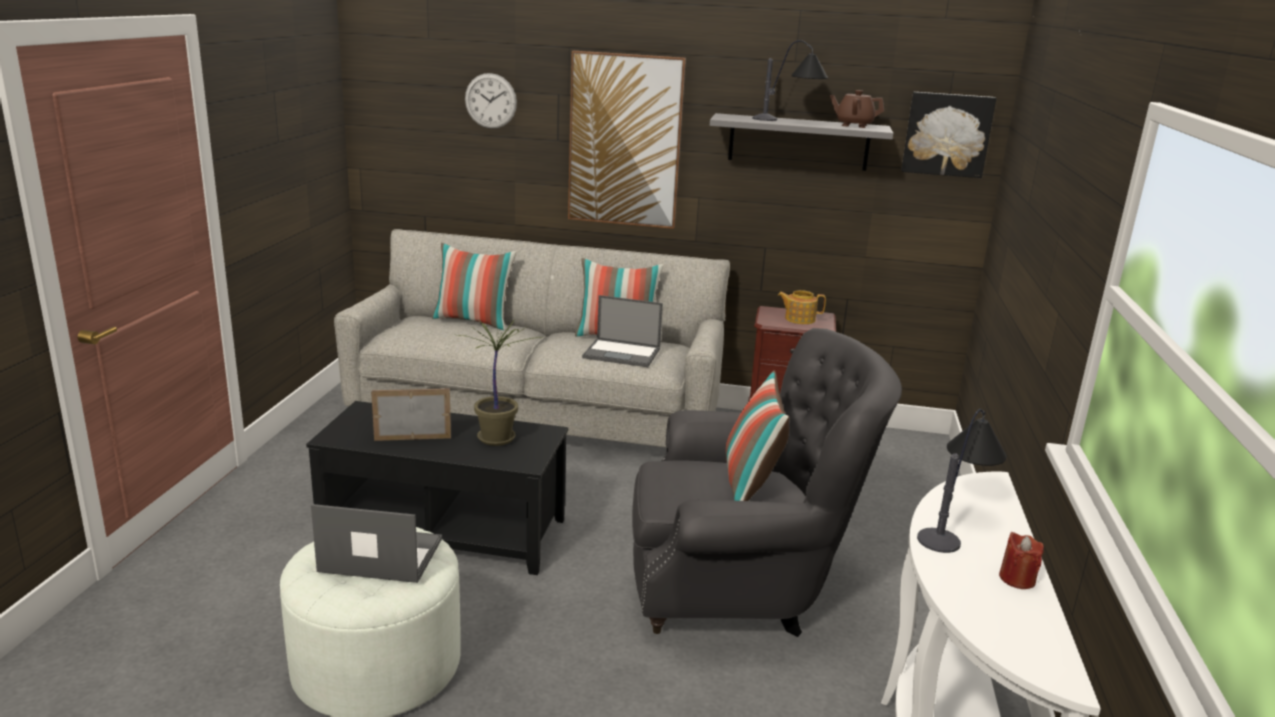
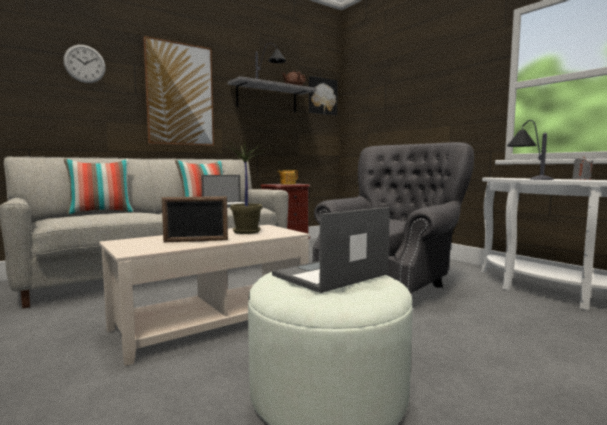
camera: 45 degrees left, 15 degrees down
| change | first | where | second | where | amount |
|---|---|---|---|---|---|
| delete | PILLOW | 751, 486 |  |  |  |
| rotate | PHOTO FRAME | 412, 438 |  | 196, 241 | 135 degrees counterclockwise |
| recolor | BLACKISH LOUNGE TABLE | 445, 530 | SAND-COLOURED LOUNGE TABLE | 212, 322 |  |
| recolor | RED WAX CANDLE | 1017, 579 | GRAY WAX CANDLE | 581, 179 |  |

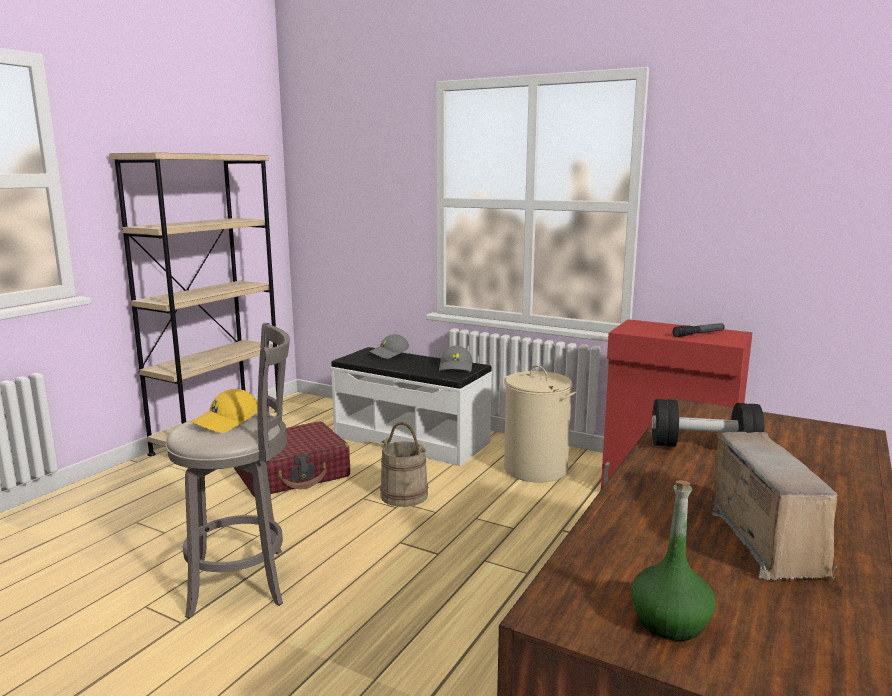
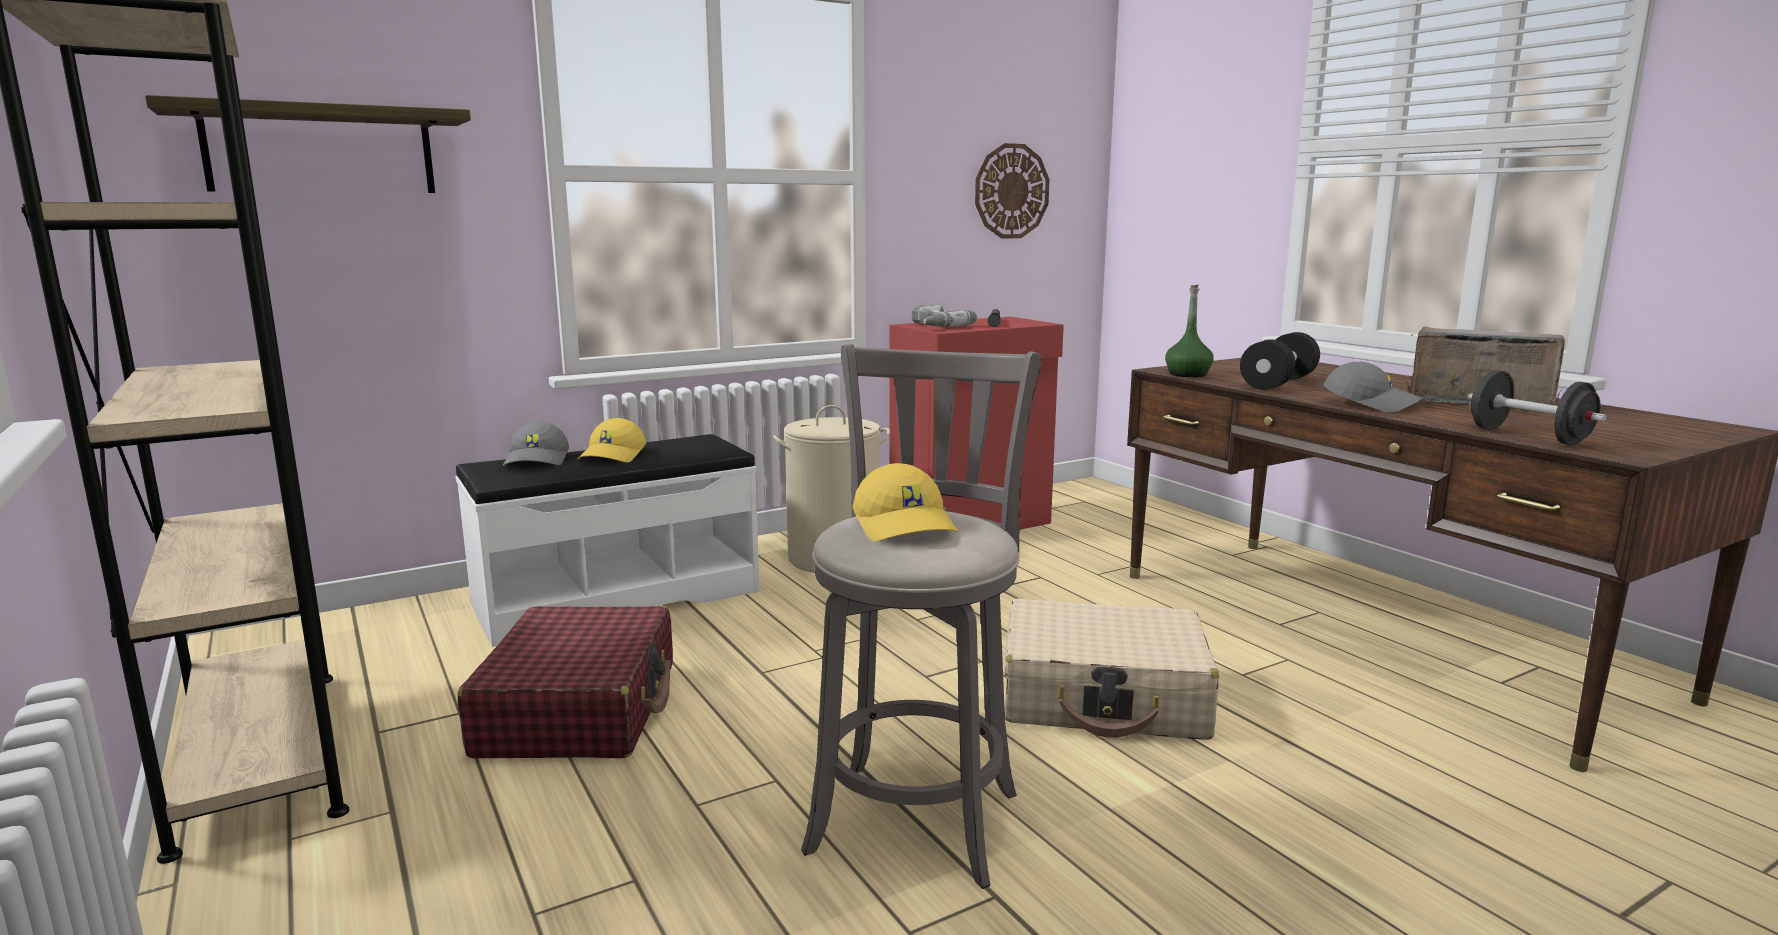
camera: 60 degrees left, 0 degrees up
| change | first | where | second | where | amount |
|---|---|---|---|---|---|
| move | GRAY PEAKED CAP | 456, 367 |  | 1371, 404 |  |
| delete | SAND-COLOURED PAIL | 404, 495 |  |  |  |
| move | GREEN-COLOURED BOTTLE | 669, 622 |  | 1187, 374 |  |
| insert |  |  | WALL SHELF | 321, 151 |  |
| insert |  |  | WALL CLOCK | 1011, 191 |  |
| insert |  |  | ELECTRIC DRILL | 933, 325 |  |
| insert |  |  | BLACKISH HAND WEIGHT | 1528, 436 |  |
| insert |  |  | YELLOW-COLOURED PEAKED CAP | 614, 456 |  |
| insert |  |  | SAND-COLOURED PIECE OF LUGGAGE | 1104, 697 |  |

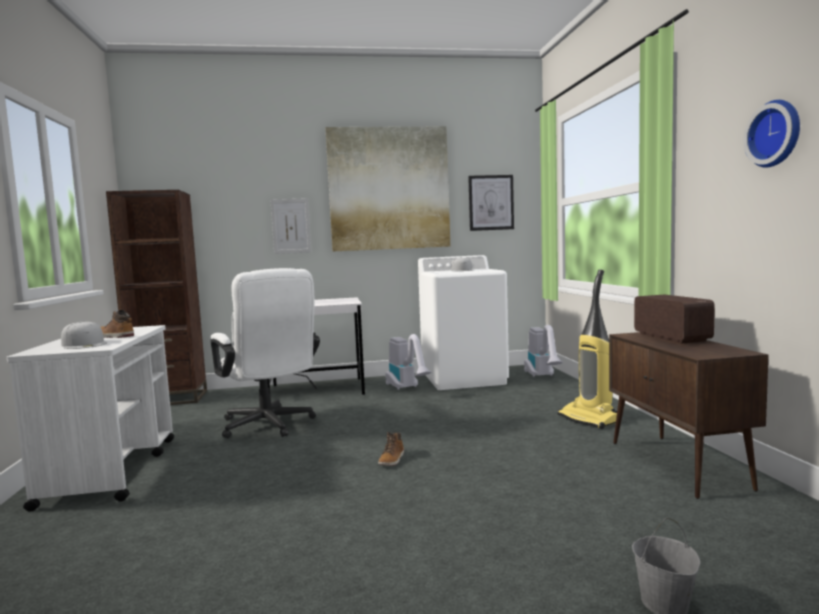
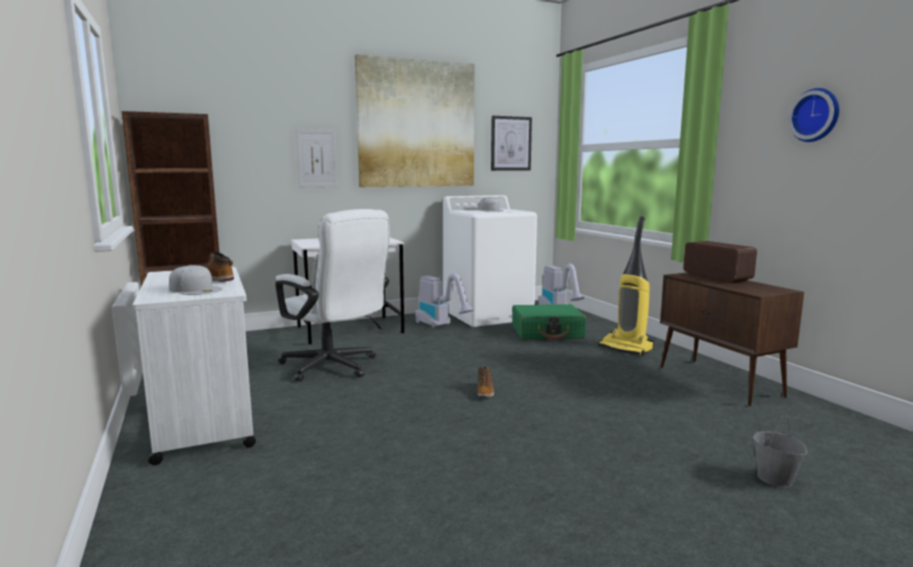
camera: 15 degrees left, 5 degrees up
| change | first | where | second | where | amount |
|---|---|---|---|---|---|
| insert |  |  | GREEN-COLOURED PIECE OF LUGGAGE | 547, 332 |  |

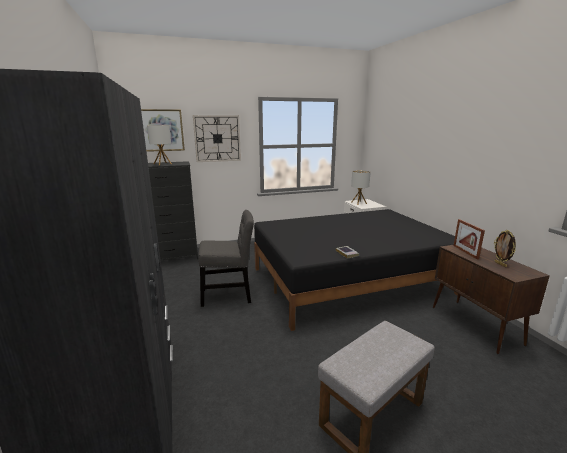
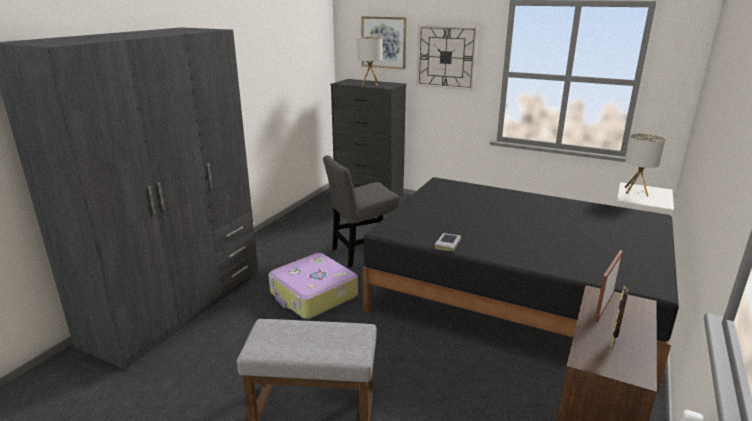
camera: 45 degrees right, 5 degrees up
| change | first | where | second | where | amount |
|---|---|---|---|---|---|
| rotate | GRAY PLAIN CHAIR | 229, 295 |  | 362, 252 | 120 degrees clockwise |
| insert |  |  | PIECE OF LUGGAGE | 313, 295 |  |

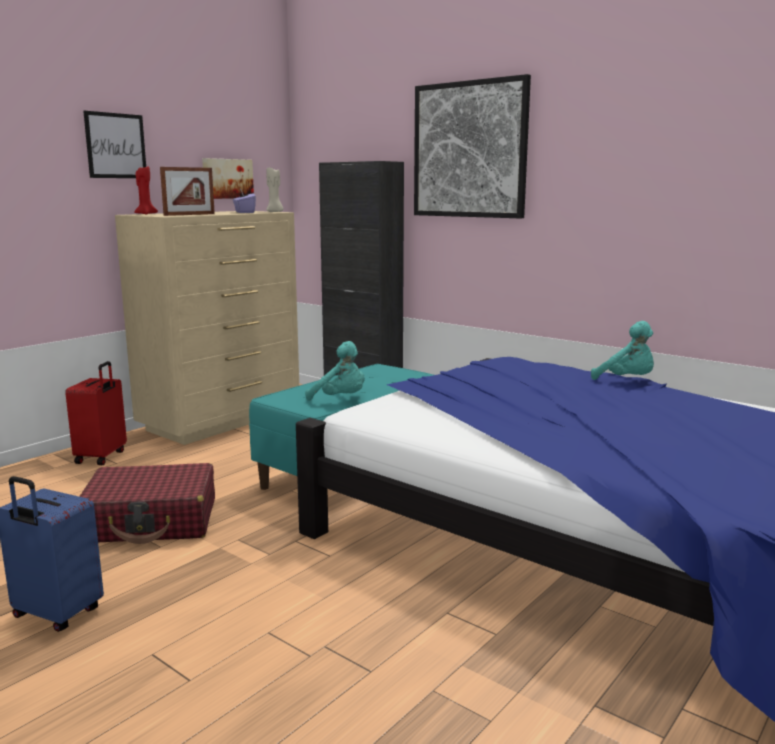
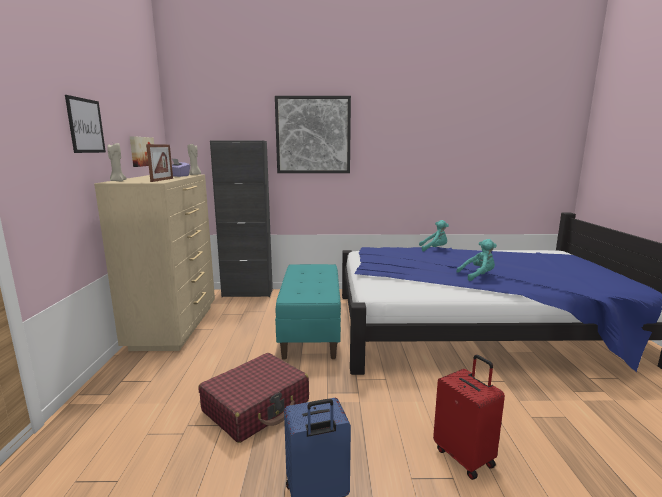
camera: 40 degrees left, 0 degrees up
| change | first | where | second | where | amount |
|---|---|---|---|---|---|
| recolor | RED WAX CANDLE | 145, 214 | SAND-COLOURED WAX CANDLE | 117, 181 |  |
| move | BLUE-GREEN CUDDLY TOY | 340, 399 |  | 478, 276 |  |
| move | RED PIECE OF LUGGAGE | 102, 457 |  | 465, 456 |  |

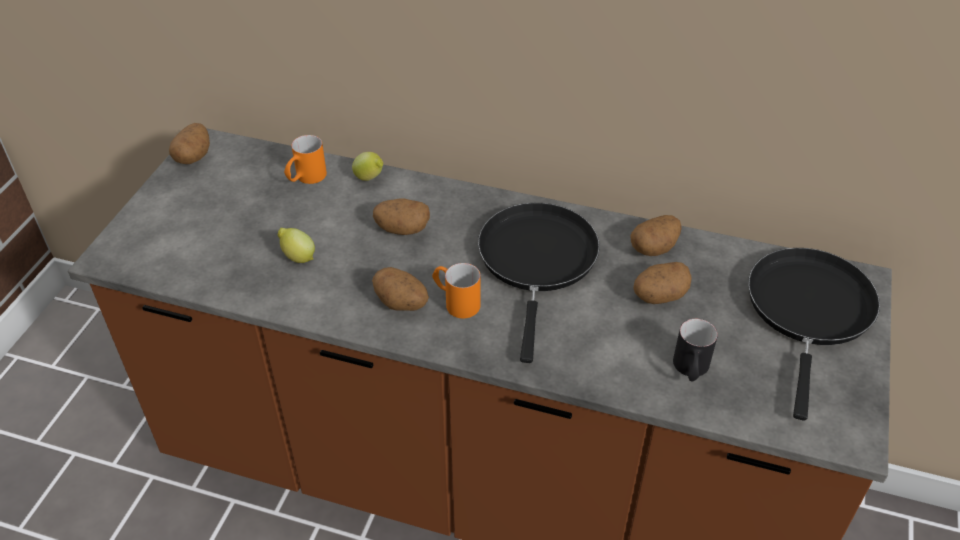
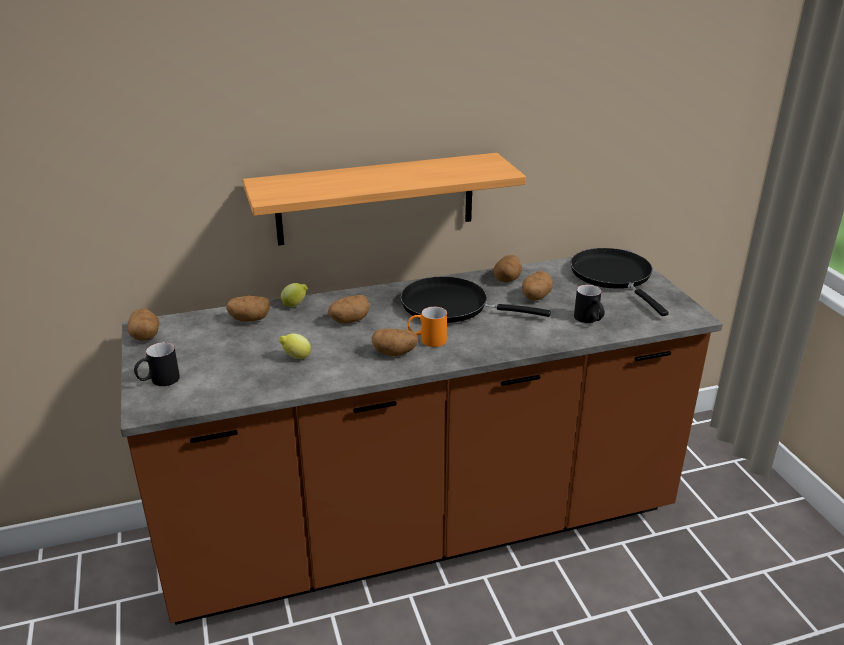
camera: 35 degrees left, 15 degrees down
| change | first | where | second | where | amount |
|---|---|---|---|---|---|
| replace | ORANGE-COLOURED COFFEE MUG | 306, 179 | WHOLE POTATO | 249, 319 |  |
| rotate | BLACKISH SKILLET | 537, 261 |  | 451, 306 | 45 degrees counterclockwise |
| insert |  |  | WALL SHELF | 376, 199 |  |
| insert |  |  | BLACKISH COFFEE MUG | 158, 381 |  |

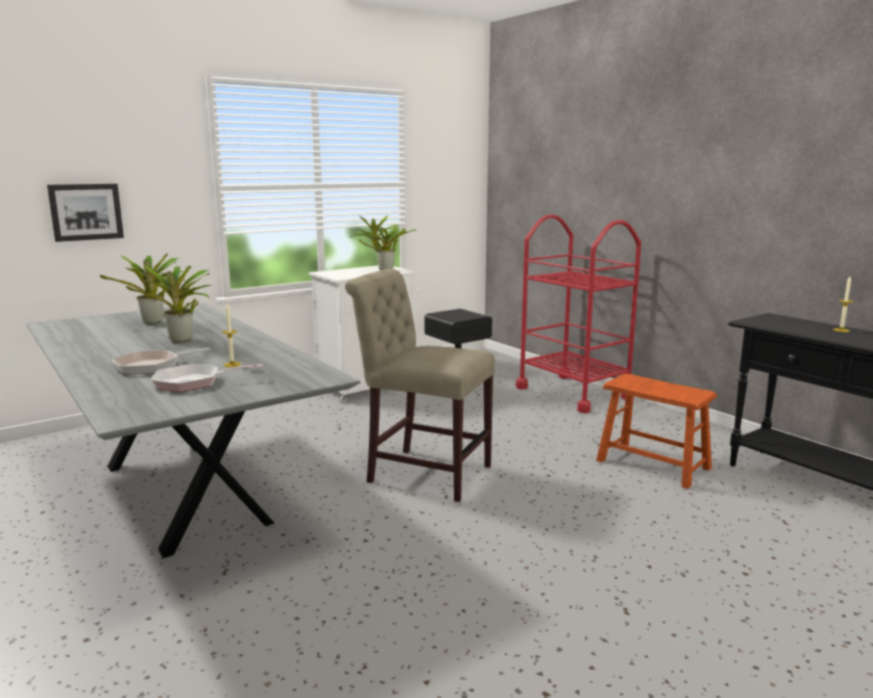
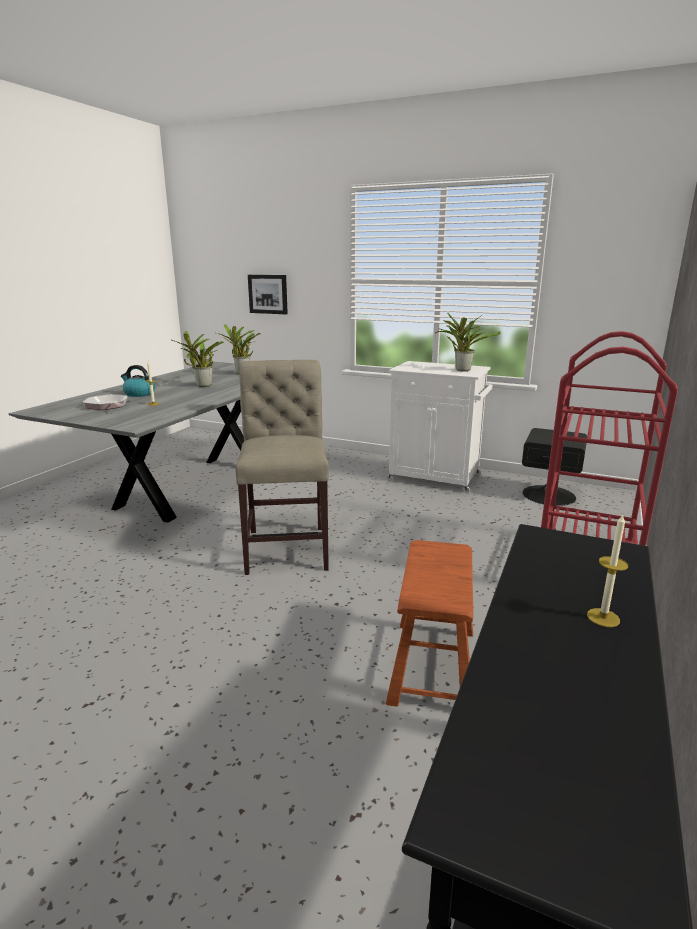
camera: 60 degrees right, 5 degrees up
| change | first | where | second | where | amount |
|---|---|---|---|---|---|
| replace | SKILLET | 152, 366 | KETTLE | 139, 394 |  |

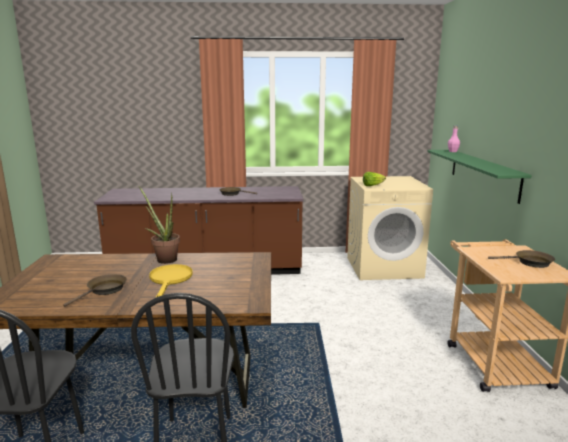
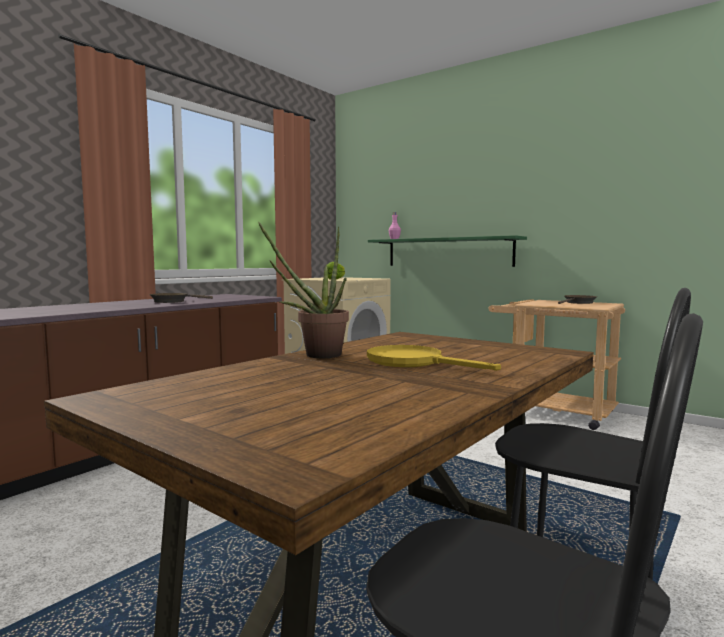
camera: 50 degrees left, 10 degrees down
| change | first | where | second | where | amount |
|---|---|---|---|---|---|
| delete | BROWN-COLOURED SKILLET | 104, 290 |  |  |  |

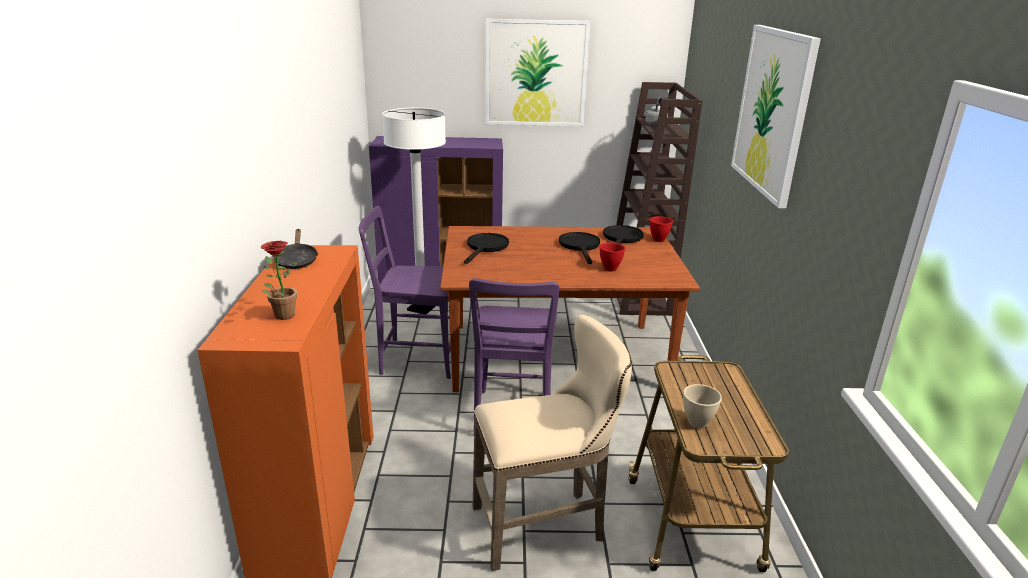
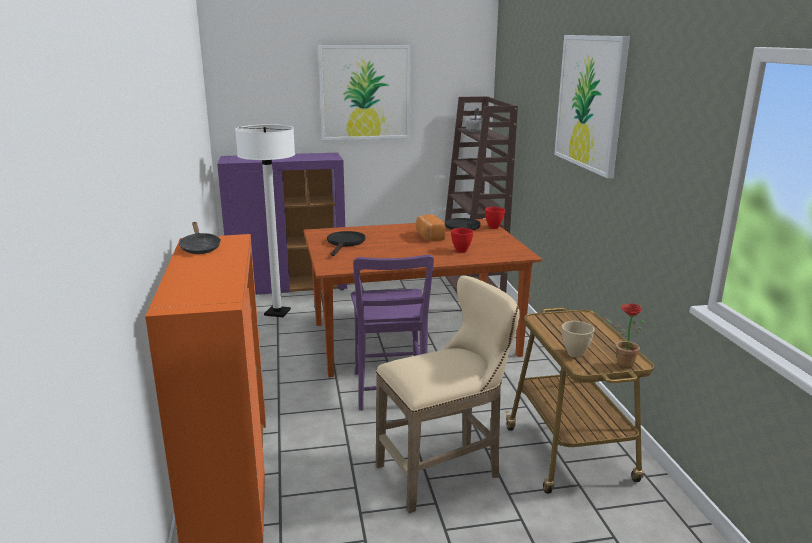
camera: 10 degrees left, 5 degrees down
| change | first | where | second | where | amount |
|---|---|---|---|---|---|
| delete | PURPLE PLAIN CHAIR | 415, 359 |  |  |  |
| replace | BLACKISH SKILLET | 580, 247 | BREAD | 429, 237 |  |
| move | PLANT IN A POT | 282, 314 |  | 621, 363 |  |

